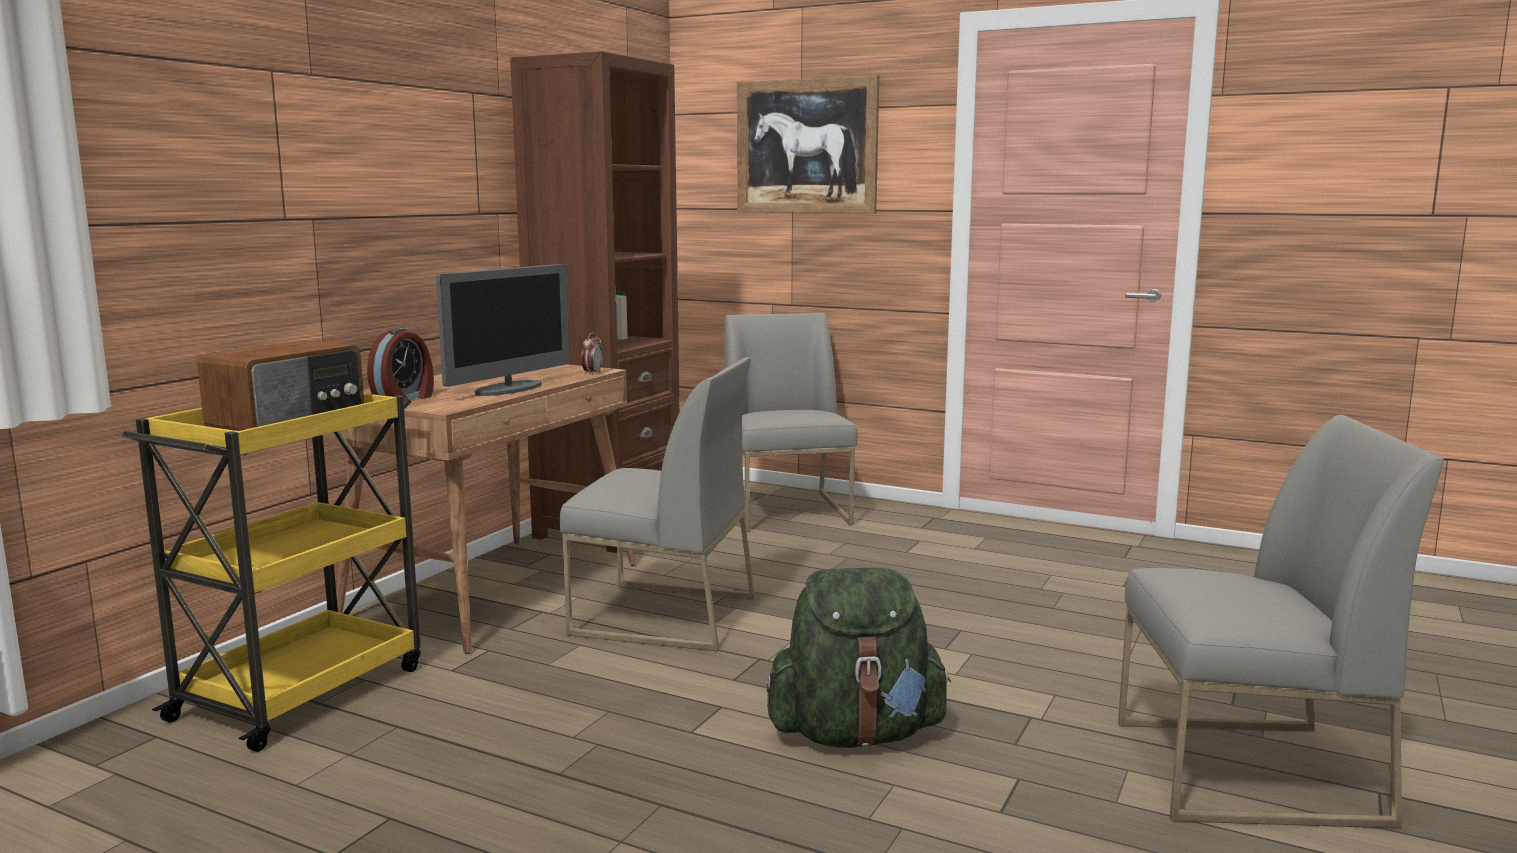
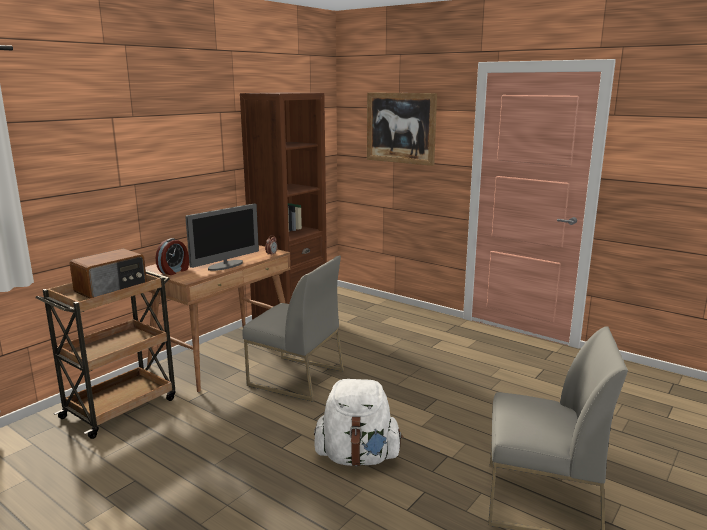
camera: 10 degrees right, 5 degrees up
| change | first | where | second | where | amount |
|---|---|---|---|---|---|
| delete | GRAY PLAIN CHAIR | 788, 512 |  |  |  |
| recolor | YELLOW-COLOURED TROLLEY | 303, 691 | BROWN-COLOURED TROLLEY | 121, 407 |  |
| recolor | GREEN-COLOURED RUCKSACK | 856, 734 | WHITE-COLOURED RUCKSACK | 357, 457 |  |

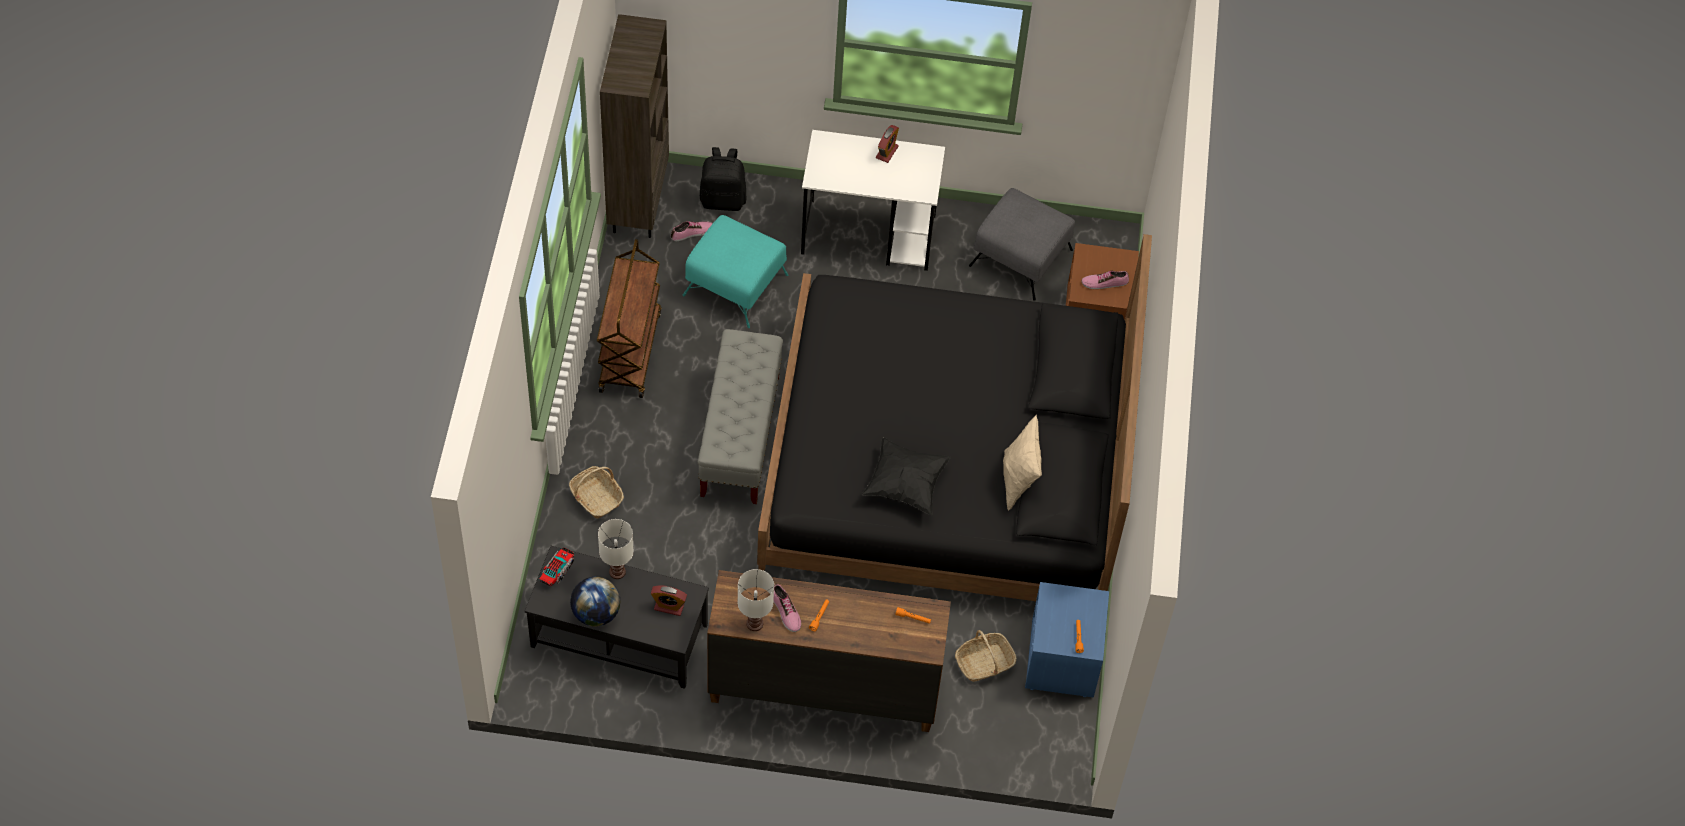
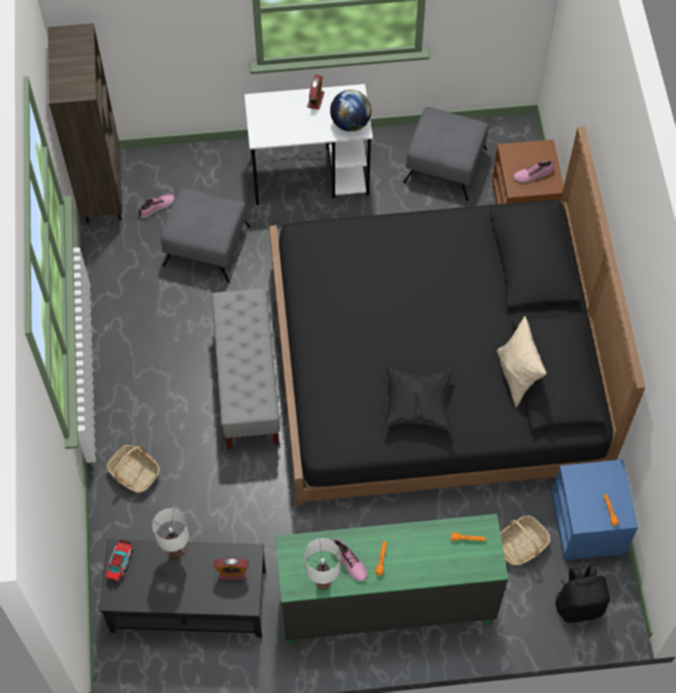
camera: 10 degrees left, 5 degrees up
| change | first | where | second | where | amount |
|---|---|---|---|---|---|
| move | BLACKISH RUCKSACK | 723, 199 |  | 579, 604 |  |
| recolor | BLUE-GREEN POUFFE | 735, 284 | GRAY POUFFE | 206, 245 |  |
| delete | BROWN-COLOURED TROLLEY | 629, 351 |  |  |  |
| recolor | BROWN-COLOURED DRESSER | 823, 687 | GREEN-COLOURED DRESSER | 385, 604 |  |
| move | GLOBE | 596, 613 |  | 350, 123 |  |

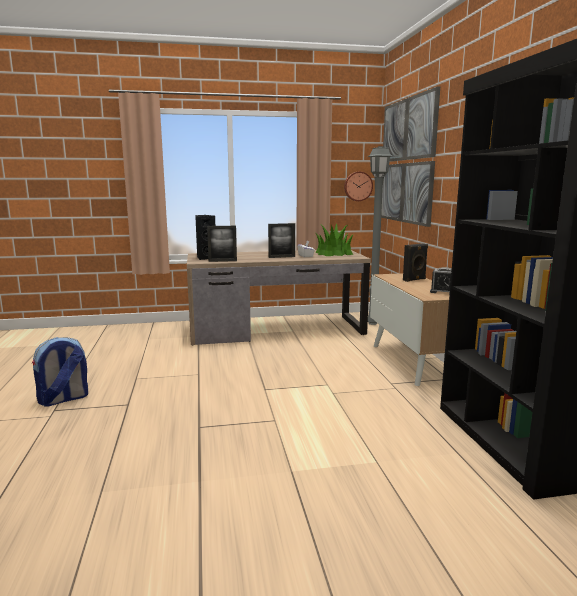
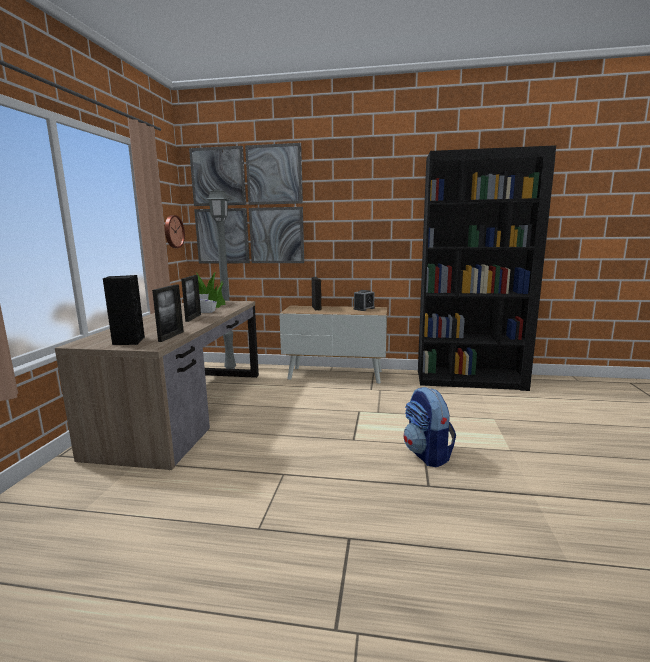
camera: 70 degrees left, 0 degrees up
| change | first | where | second | where | amount |
|---|---|---|---|---|---|
| move | RUCKSACK | 63, 399 |  | 427, 454 |  |

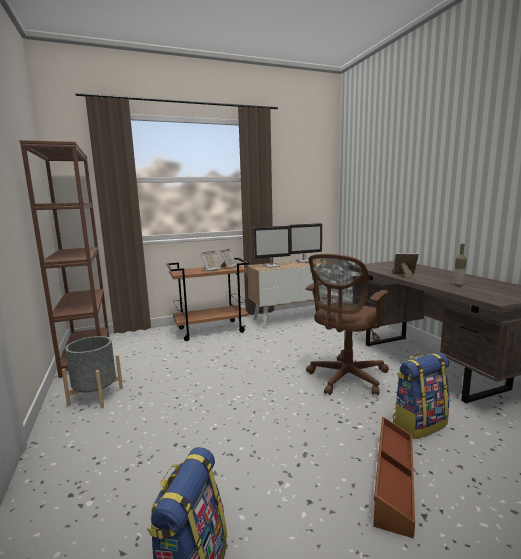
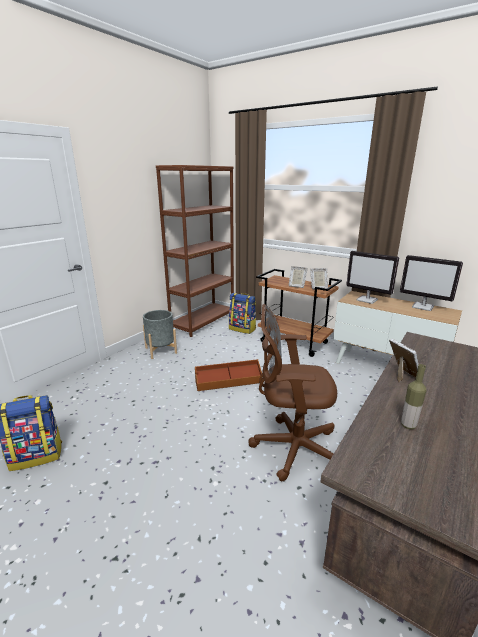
camera: 55 degrees right, 10 degrees up
| change | first | where | second | where | amount |
|---|---|---|---|---|---|
| move | RUCKSACK | 419, 424 |  | 242, 329 |  |
| move | BROWN-COLOURED STORAGE BIN | 393, 480 |  | 228, 381 |  |

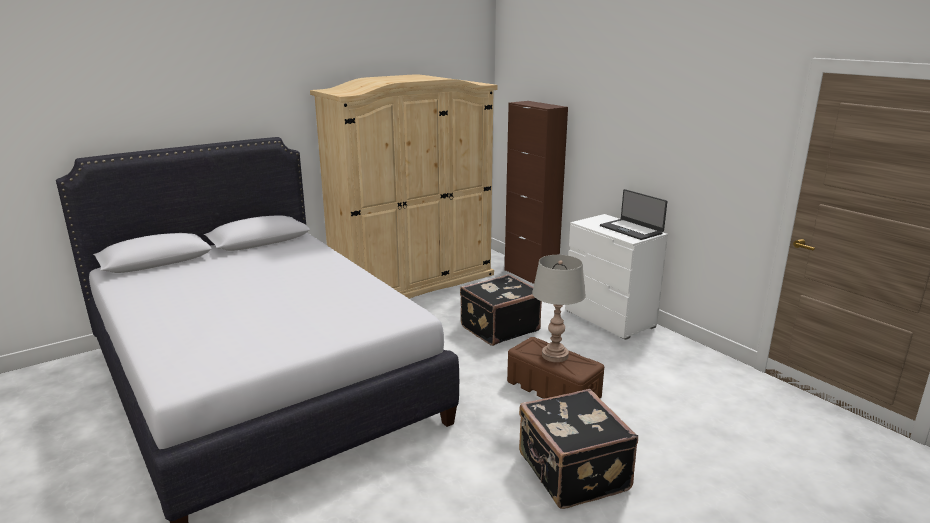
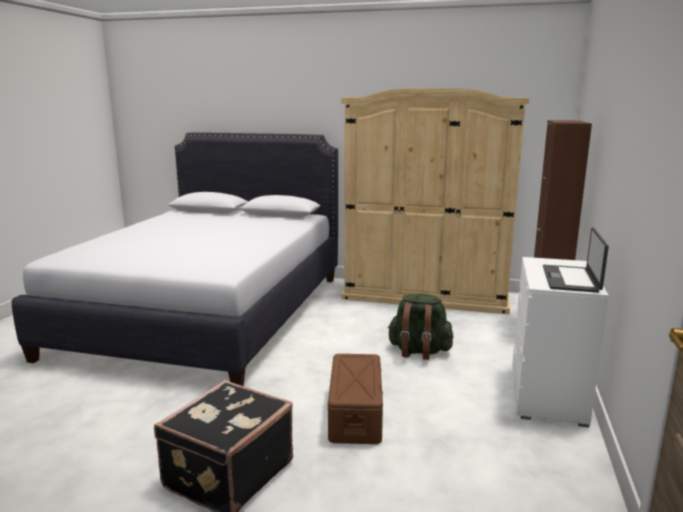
camera: 50 degrees right, 5 degrees down
| change | first | where | second | where | amount |
|---|---|---|---|---|---|
| delete | GRAY TABLETOP LAMP | 555, 355 |  |  |  |
| replace | BLACKISH PIECE OF LUGGAGE | 498, 328 | GREEN-COLOURED RUCKSACK | 419, 351 |  |

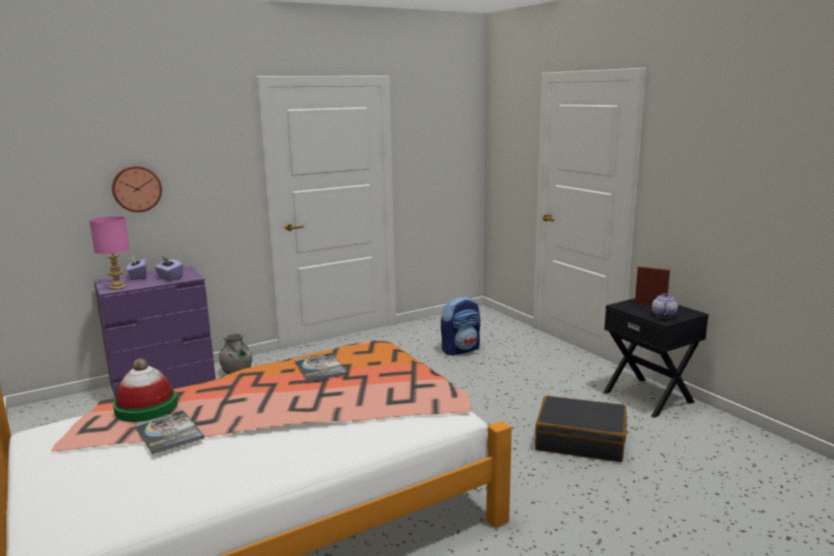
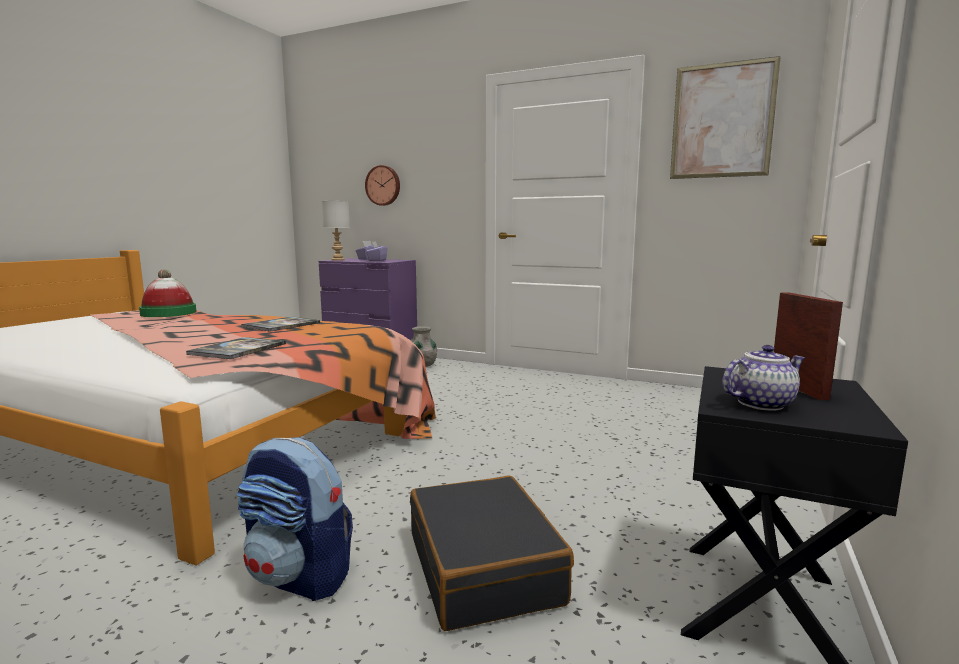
camera: 55 degrees right, 5 degrees down
| change | first | where | second | where | amount |
|---|---|---|---|---|---|
| recolor | PINK-COLOURED TABLETOP LAMP | 118, 287 | GRAY TABLETOP LAMP | 338, 260 |  |
| move | RUCKSACK | 461, 349 |  | 300, 576 |  |
| move | BOOK | 169, 433 |  | 238, 349 |  |
| insert |  |  | WALL ART | 722, 121 |  |

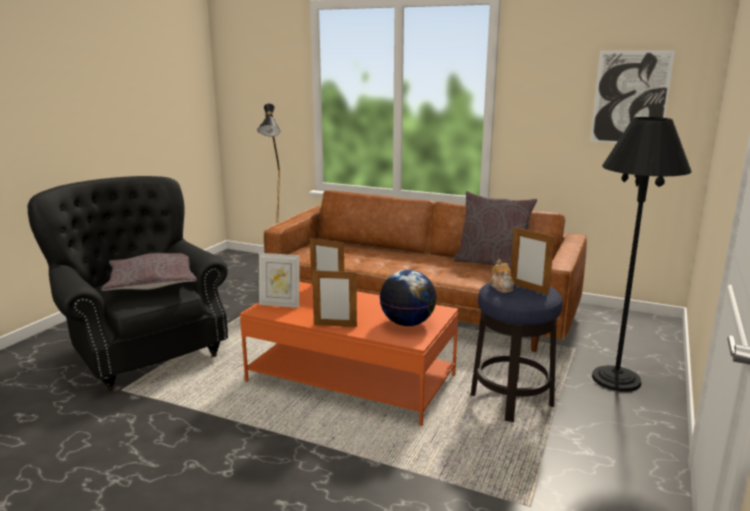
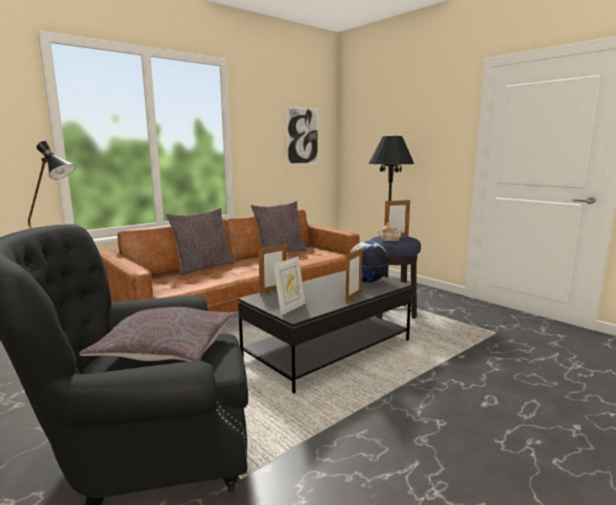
camera: 65 degrees left, 5 degrees down
| change | first | where | second | where | amount |
|---|---|---|---|---|---|
| recolor | ORANGE-COLOURED LOUNGE TABLE | 351, 379 | BLACKISH LOUNGE TABLE | 328, 349 |  |
| insert |  |  | GRAY PILLOW | 203, 268 |  |

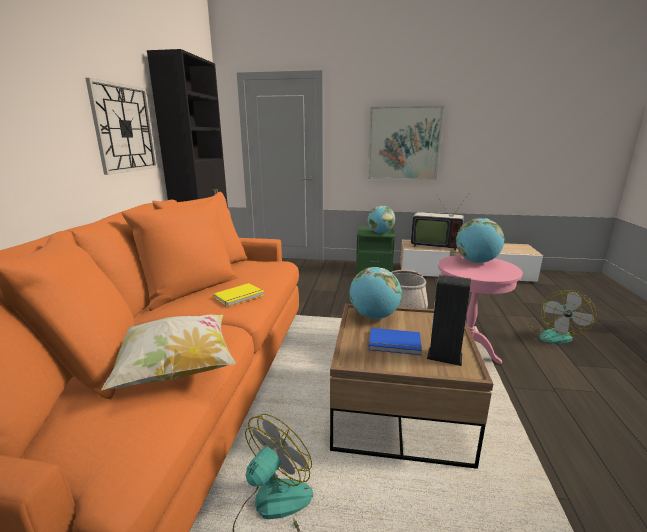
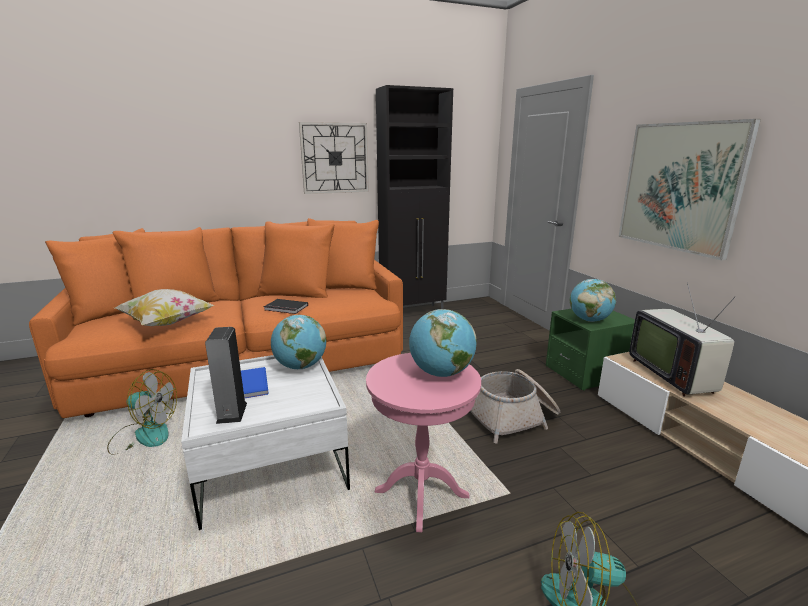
camera: 60 degrees right, 0 degrees up
| change | first | where | second | where | amount |
|---|---|---|---|---|---|
| recolor | YELLOW-COLOURED BOOK | 240, 296 | BLACKISH BOOK | 285, 308 |  |
| recolor | BROWN-COLOURED LOUNGE TABLE | 398, 410 | WHITE-COLOURED LOUNGE TABLE | 271, 463 |  |

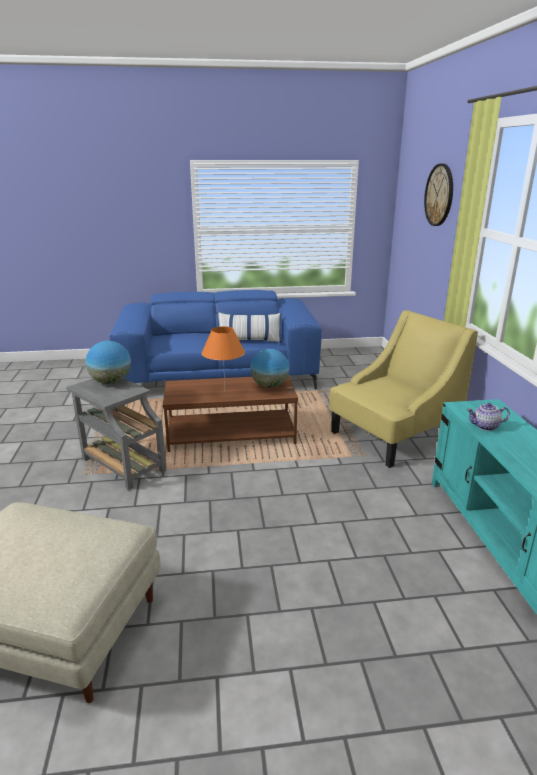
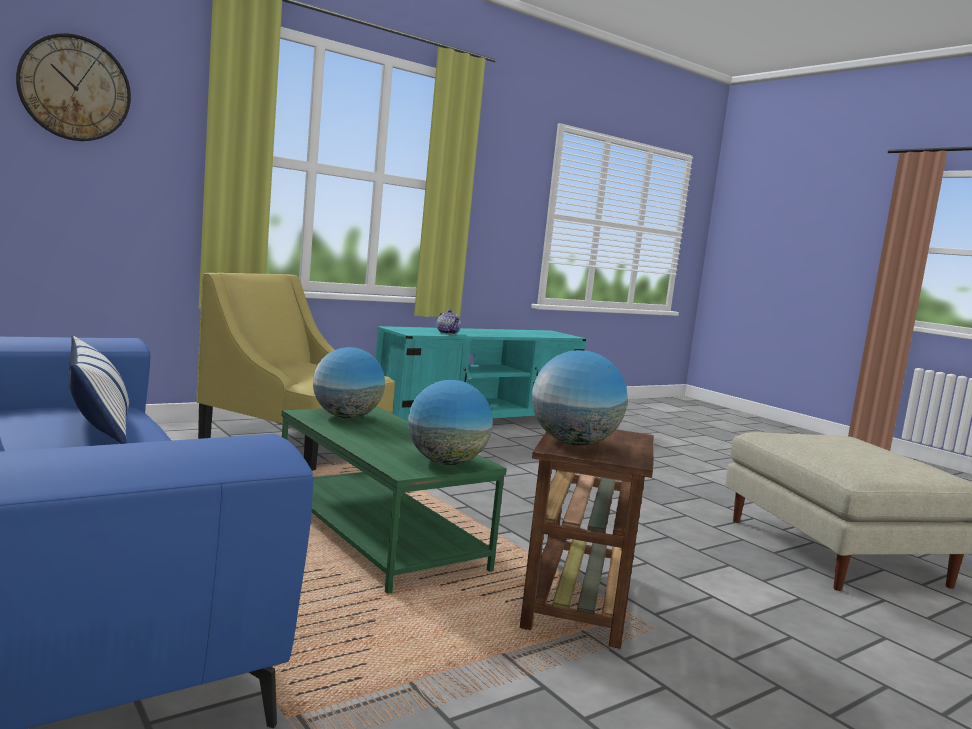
camera: 120 degrees left, 15 degrees down
| change | first | where | second | where | amount |
|---|---|---|---|---|---|
| delete | ORANGE-COLOURED TABLETOP LAMP | 224, 393 |  |  |  |
| recolor | BROWN-COLOURED LOUNGE TABLE | 231, 434 | GREEN-COLOURED LOUNGE TABLE | 374, 532 |  |
| recolor | GRAY END TABLE | 122, 464 | BROWN-COLOURED END TABLE | 577, 602 |  |
| insert |  |  | GLOBE | 446, 462 |  |

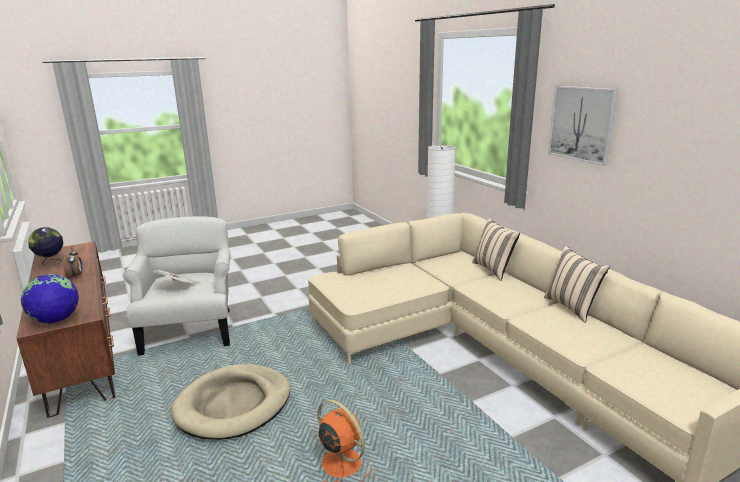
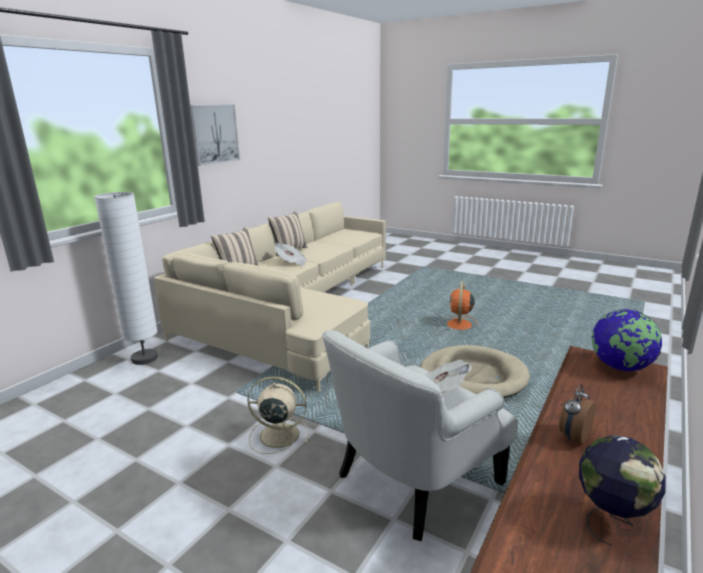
camera: 120 degrees left, 0 degrees up
| change | first | where | second | where | amount |
|---|---|---|---|---|---|
| insert |  |  | DAILY PAPER | 291, 263 |  |
| insert |  |  | SAND-COLOURED COOLING FAN | 277, 435 |  |

